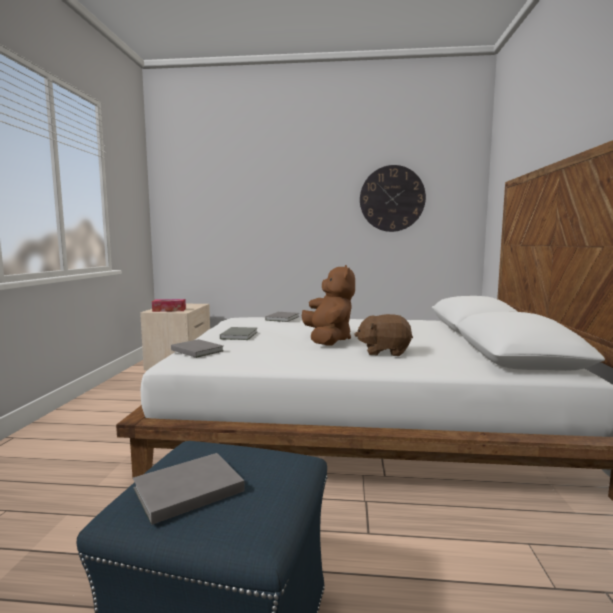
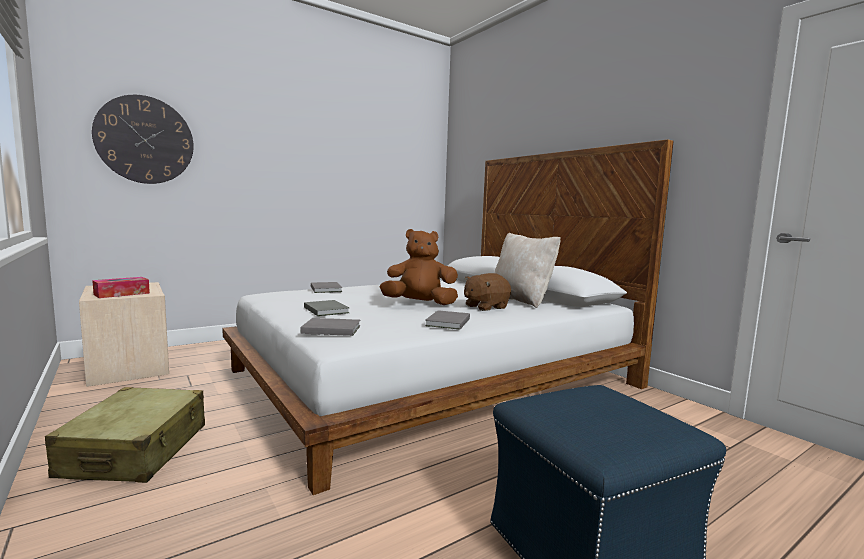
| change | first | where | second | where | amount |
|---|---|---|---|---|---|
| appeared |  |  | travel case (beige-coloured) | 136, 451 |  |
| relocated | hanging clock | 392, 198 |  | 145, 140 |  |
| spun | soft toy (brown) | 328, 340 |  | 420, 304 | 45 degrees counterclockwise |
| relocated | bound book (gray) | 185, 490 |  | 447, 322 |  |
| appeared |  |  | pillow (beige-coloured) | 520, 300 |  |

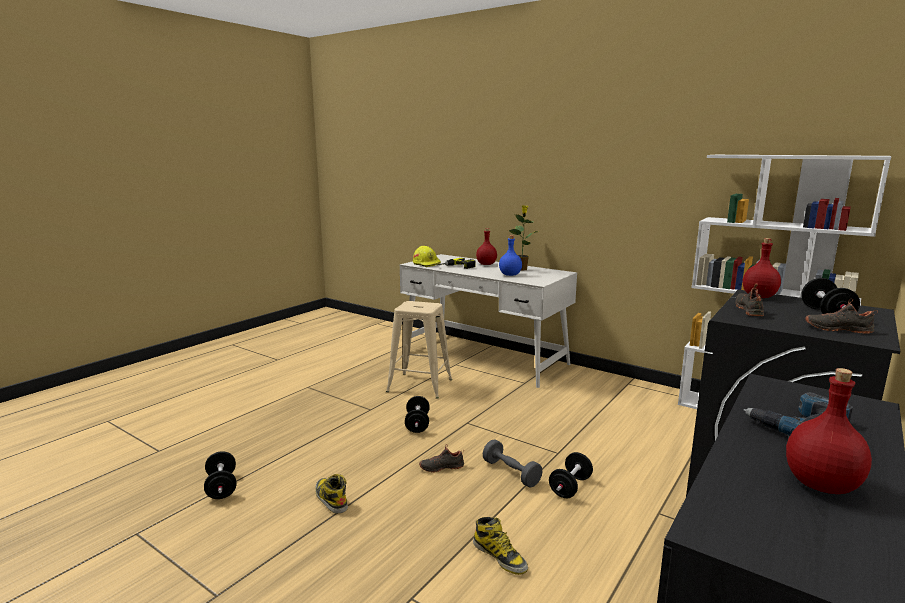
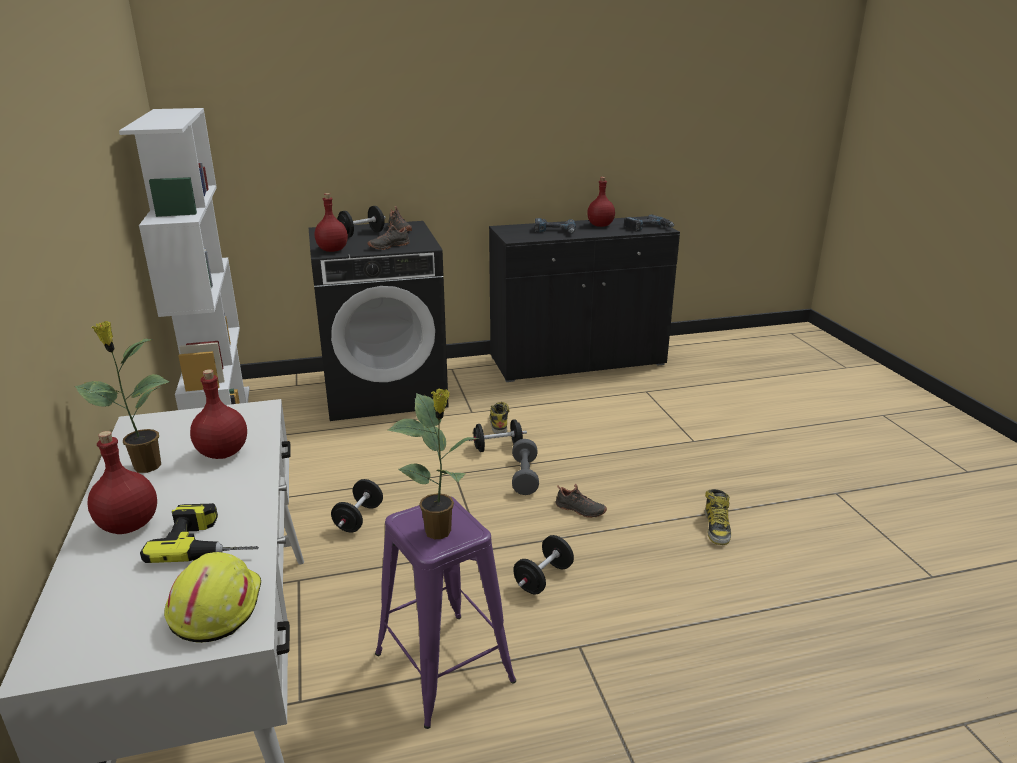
| change | first | where | second | where | amount |
|---|---|---|---|---|---|
| colour | beverage bottle (blue) | 510, 275 | beverage bottle (reddish) | 224, 452 |  |
| relocated | hand weight (blackish) | 222, 487 |  | 358, 518 |  |
| colour | stool seat (beige-coloured) | 420, 385 | stool seat (purple-coloured) | 443, 666 |  |
| appeared |  |  | houseplant | 440, 532 |  |
| relocated | tall boot | 500, 556 |  | 499, 423 |  |
| appeared |  |  | power drill | 648, 228 |  |

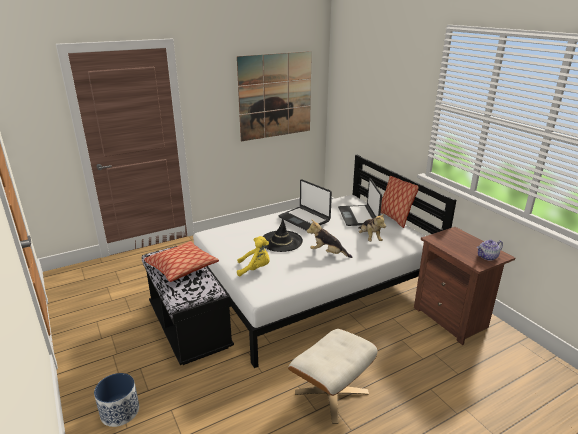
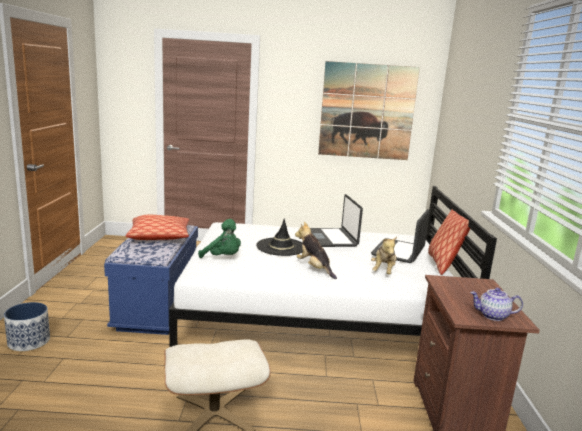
| change | first | where | second | where | amount |
|---|---|---|---|---|---|
| colour | bench (blackish) | 189, 327 | bench (blue) | 158, 307 |  |
| colour | soft toy (yellow) | 255, 269 | soft toy (green) | 223, 257 |  |

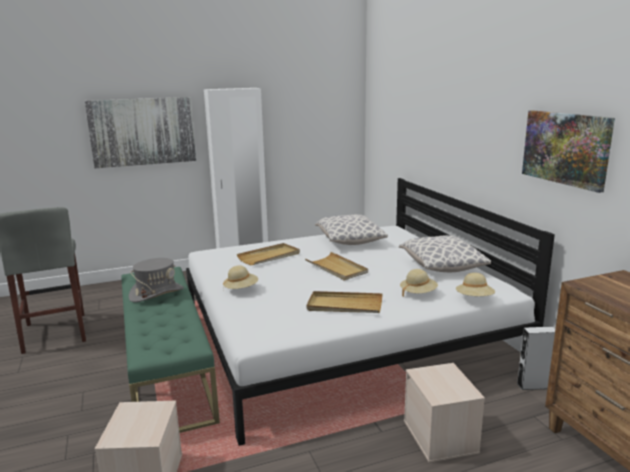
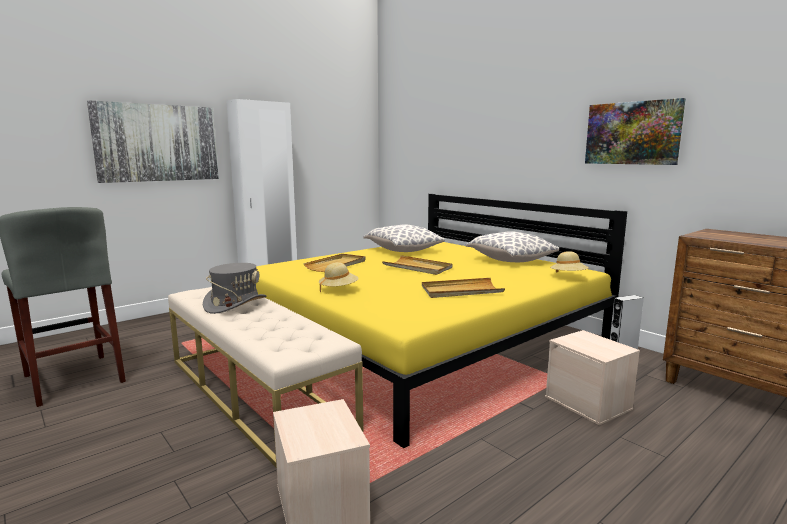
| change | first | where | second | where | amount |
|---|---|---|---|---|---|
| colour | bench (green) | 167, 369 | bench (beige-coloured) | 256, 392 |  |
| colour | bedroom bed (white-coloured) | 342, 334 | bedroom bed (yellow) | 422, 337 |  |
| missing | wearable hat (beige-coloured) | 418, 293 |  |  |  |

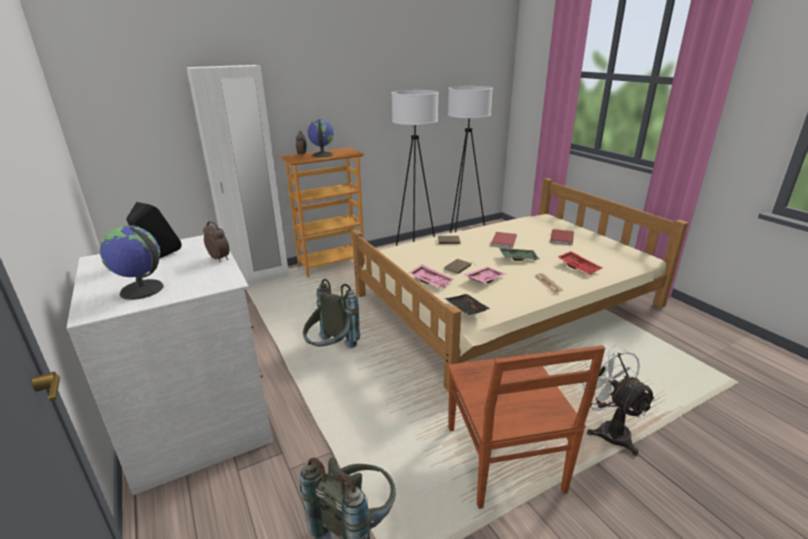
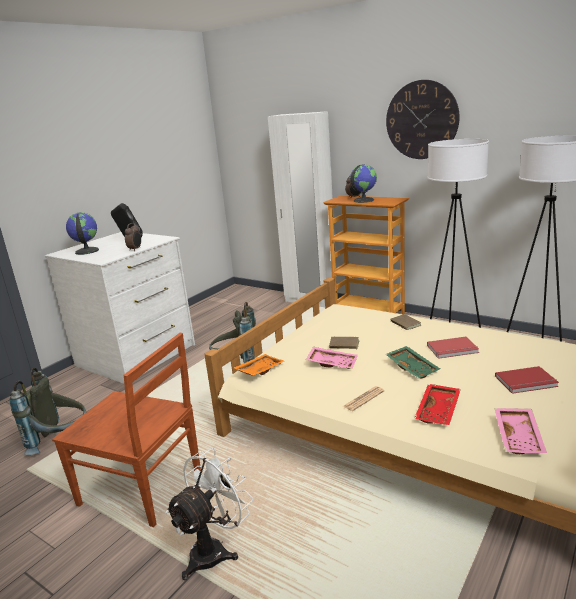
| change | first | where | second | where | amount |
|---|---|---|---|---|---|
| spun | chair (brown) | 504, 461 |  | 143, 488 | 120 degrees counterclockwise |
| colour | serving tray (blackish) | 465, 309 | serving tray (orangey) | 259, 370 |  |
| appeared |  |  | hanging clock | 421, 120 |  |
| relocated | serving tray (pink-coloured) | 431, 281 |  | 519, 437 |  |

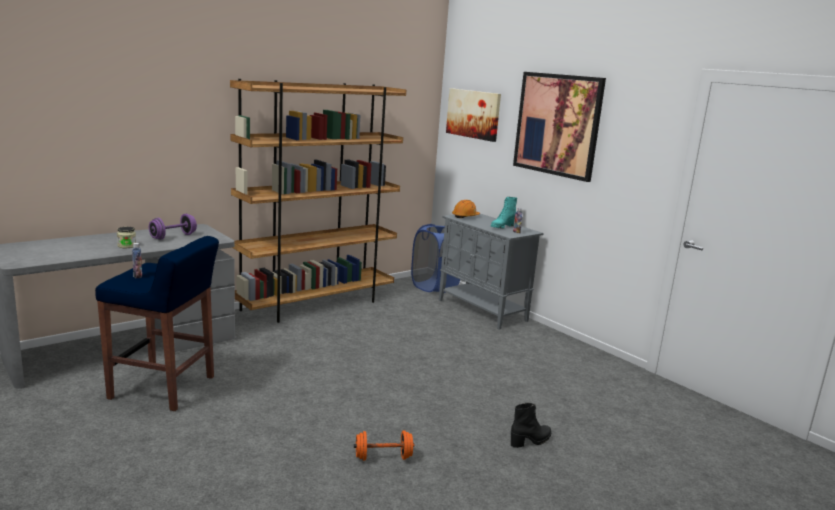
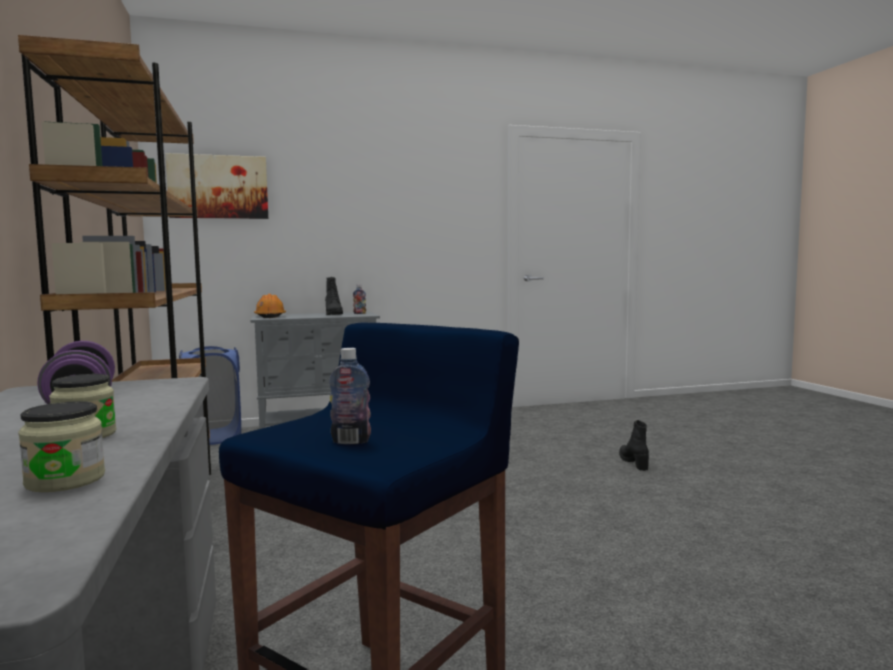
| change | first | where | second | where | amount |
|---|---|---|---|---|---|
| appeared |  |  | preserve jar | 65, 480 |  |
| colour | tall boot (turquoise) | 502, 227 | tall boot (blackish) | 333, 314 |  |
| missing | hand weight (orangey) | 383, 457 |  |  |  |
| missing | wall picture | 557, 125 |  |  |  |

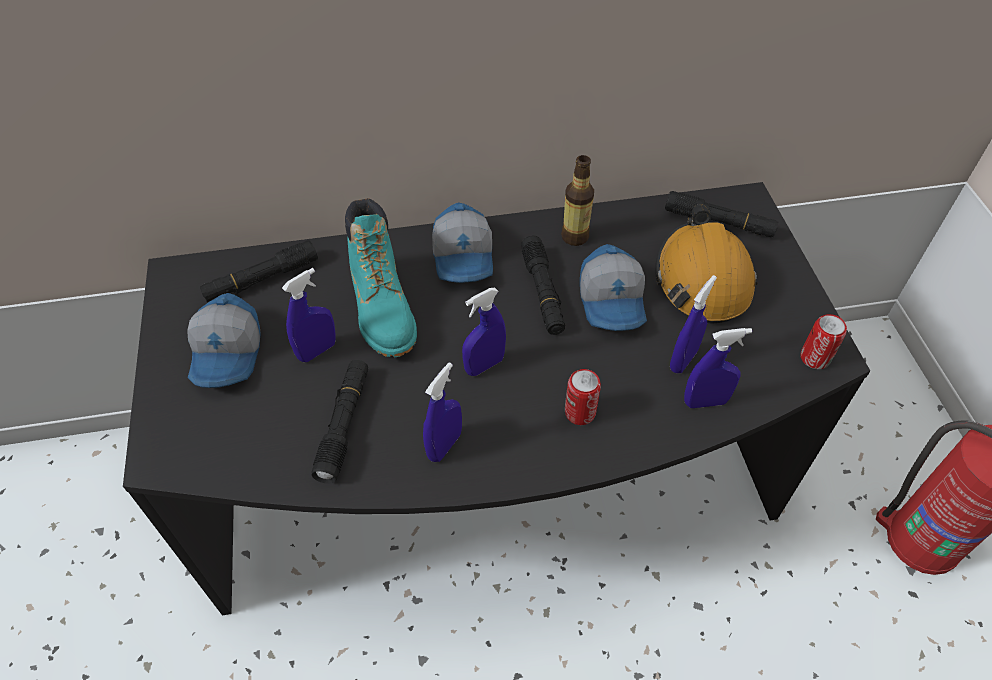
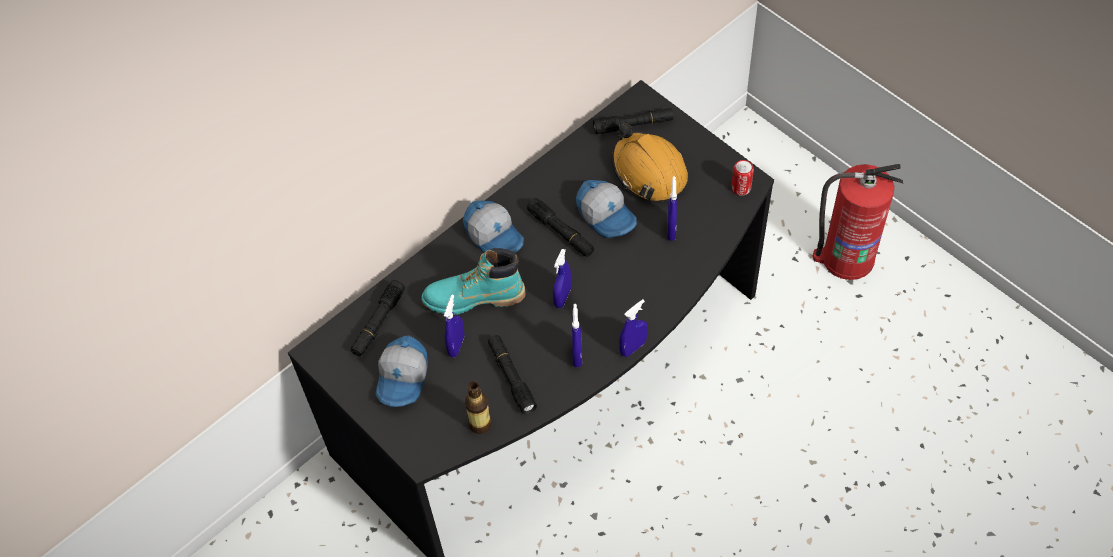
| change | first | where | second | where | amount |
|---|---|---|---|---|---|
| spun | cap | 229, 353 |  | 404, 378 | 45 degrees clockwise |
| spun | tall boot (turquoise) | 383, 310 |  | 474, 298 | 135 degrees clockwise |
| relocated | beverage bottle | 575, 237 |  | 480, 424 |  |
| relocated | hand sprayer (blue) | 705, 402 |  | 633, 347 |  |
| missing | can | 580, 412 |  |  |  |

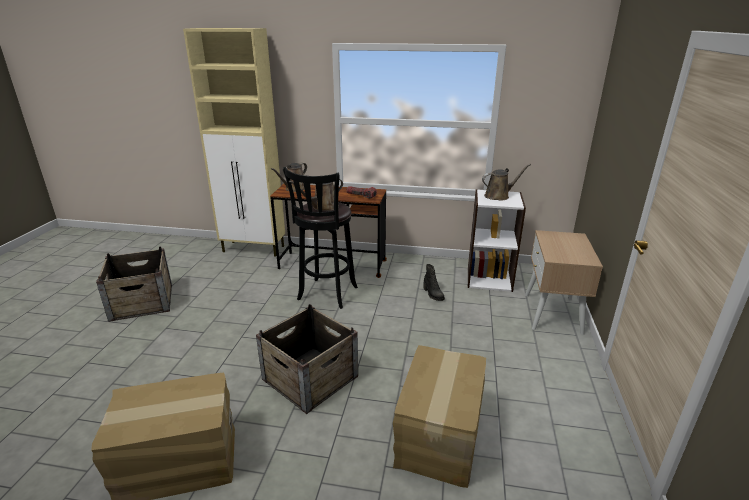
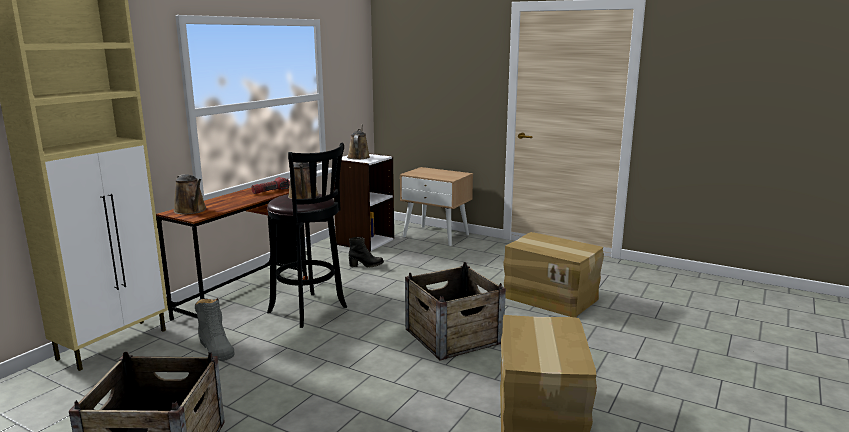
| change | first | where | second | where | amount |
|---|---|---|---|---|---|
| appeared |  |  | tall boot (gray) | 216, 348 |  |

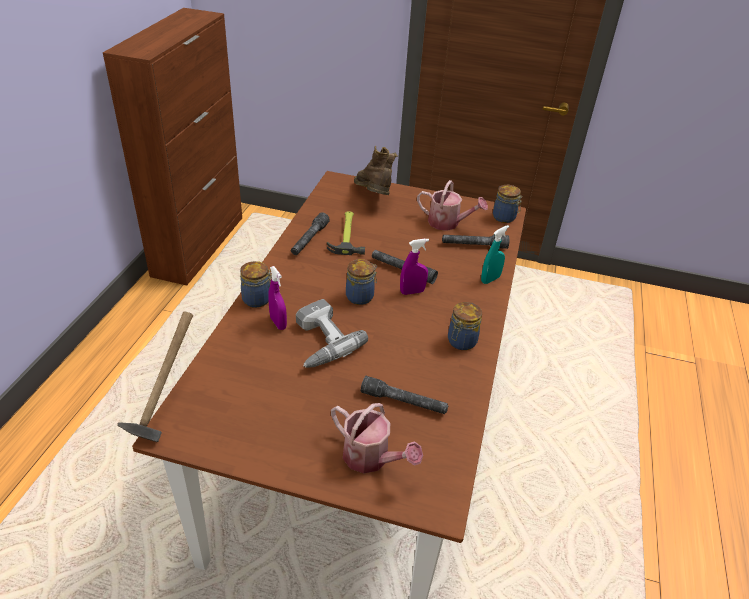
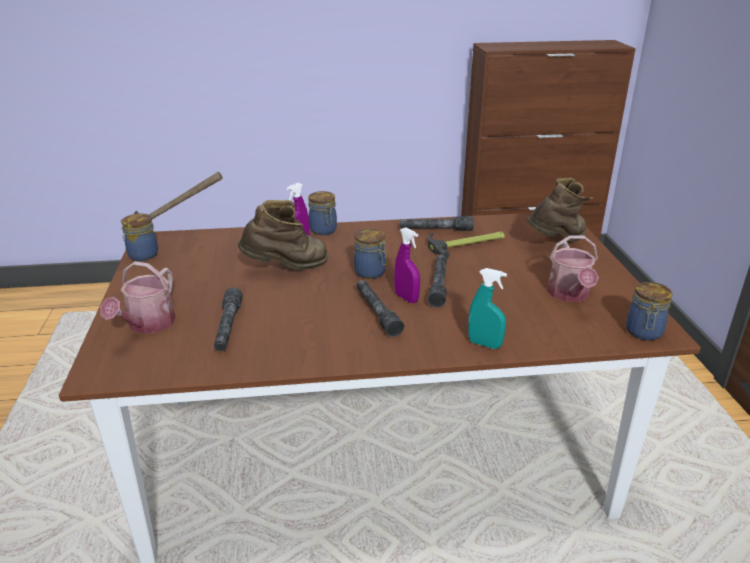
| change | first | where | second | where | amount |
|---|---|---|---|---|---|
| relocated | preserve jar | 461, 342 |  | 142, 255 |  |
| exchanged | power drill | 319, 342 | tall boot (brown) | 287, 268 |  |
| relocated | torch (gray) | 474, 245 |  | 377, 312 |  |

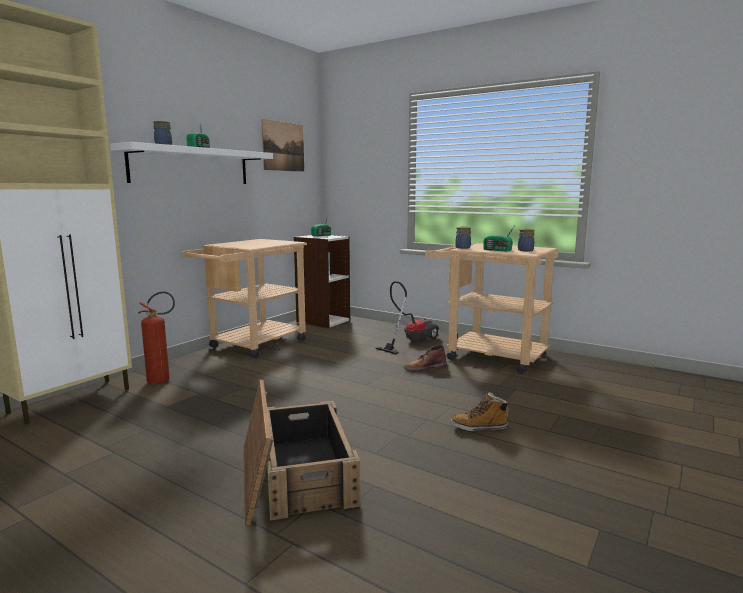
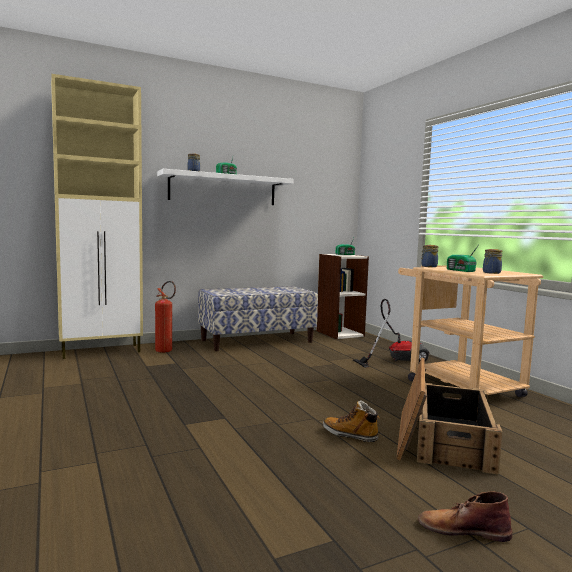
| change | first | where | second | where | amount |
|---|---|---|---|---|---|
| exchanged | cart (beige-coloured) | 252, 346 | bench | 257, 341 |  |
| relocated | shipping crate | 294, 474 |  | 441, 439 |  |
| relocated | tall boot (brown) | 424, 367 |  | 462, 529 |  |
| missing | wall picture | 283, 146 |  |  |  |

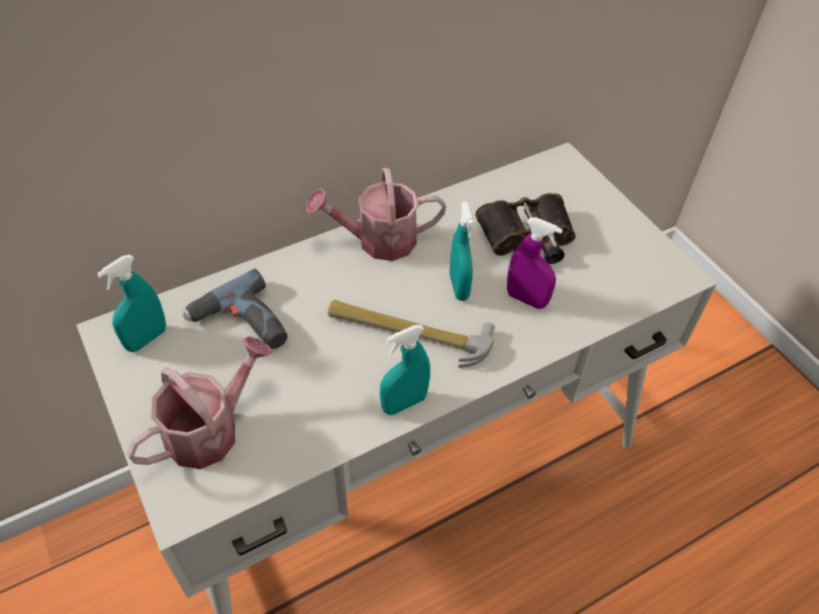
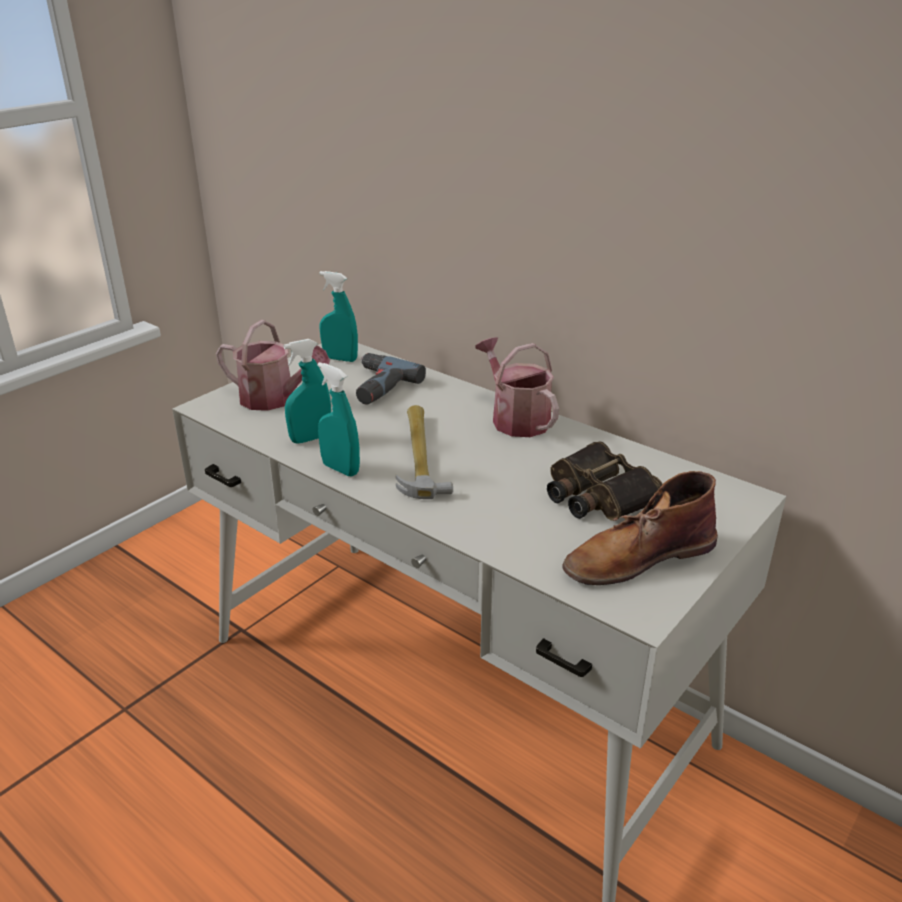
| change | first | where | second | where | amount |
|---|---|---|---|---|---|
| relocated | hand sprayer (turquoise) | 458, 287 |  | 311, 438 |  |
| appeared |  |  | tall boot (brown) | 637, 557 |  |
| missing | hand sprayer (purple-coloured) | 526, 299 |  |  |  |

